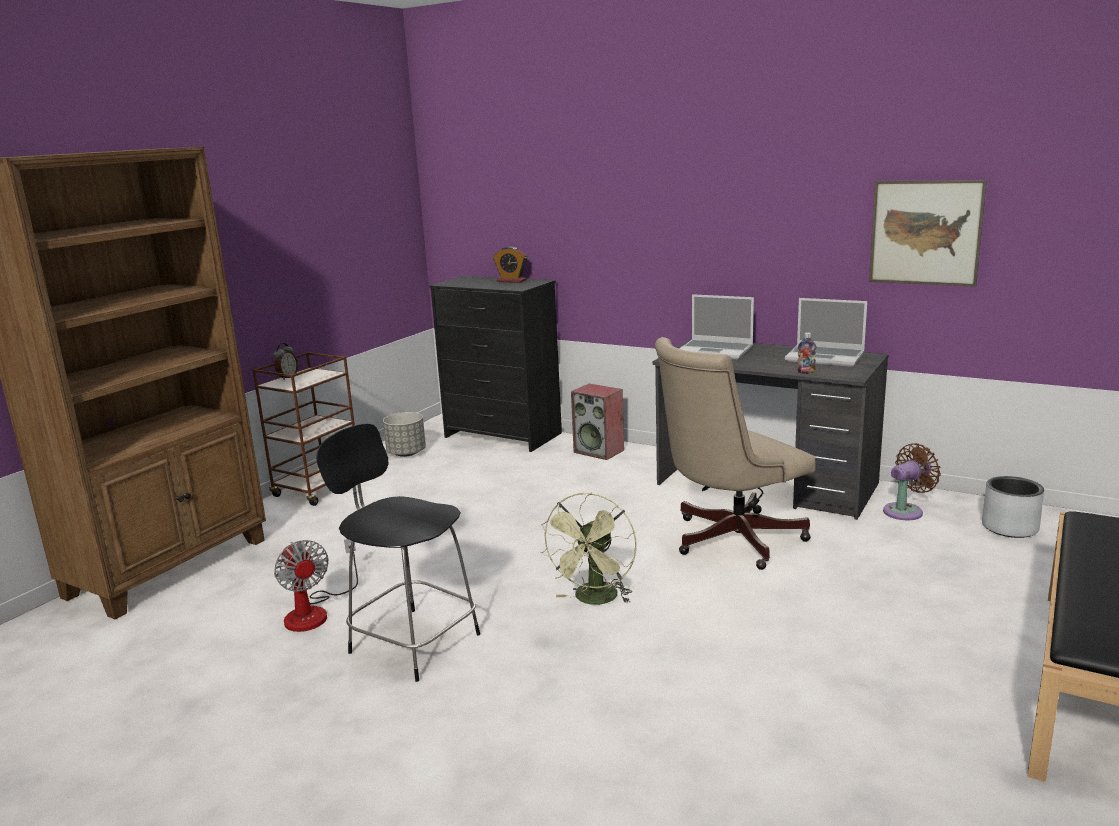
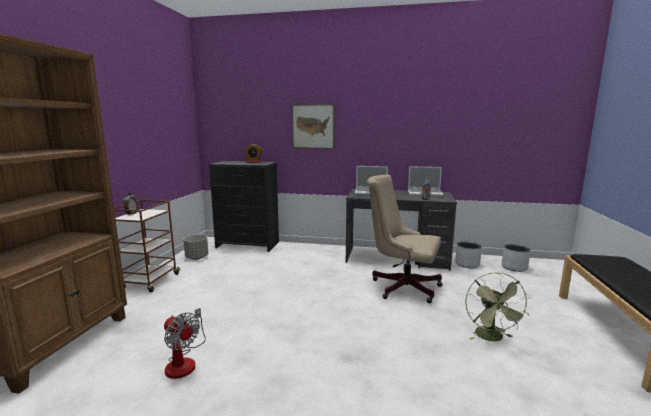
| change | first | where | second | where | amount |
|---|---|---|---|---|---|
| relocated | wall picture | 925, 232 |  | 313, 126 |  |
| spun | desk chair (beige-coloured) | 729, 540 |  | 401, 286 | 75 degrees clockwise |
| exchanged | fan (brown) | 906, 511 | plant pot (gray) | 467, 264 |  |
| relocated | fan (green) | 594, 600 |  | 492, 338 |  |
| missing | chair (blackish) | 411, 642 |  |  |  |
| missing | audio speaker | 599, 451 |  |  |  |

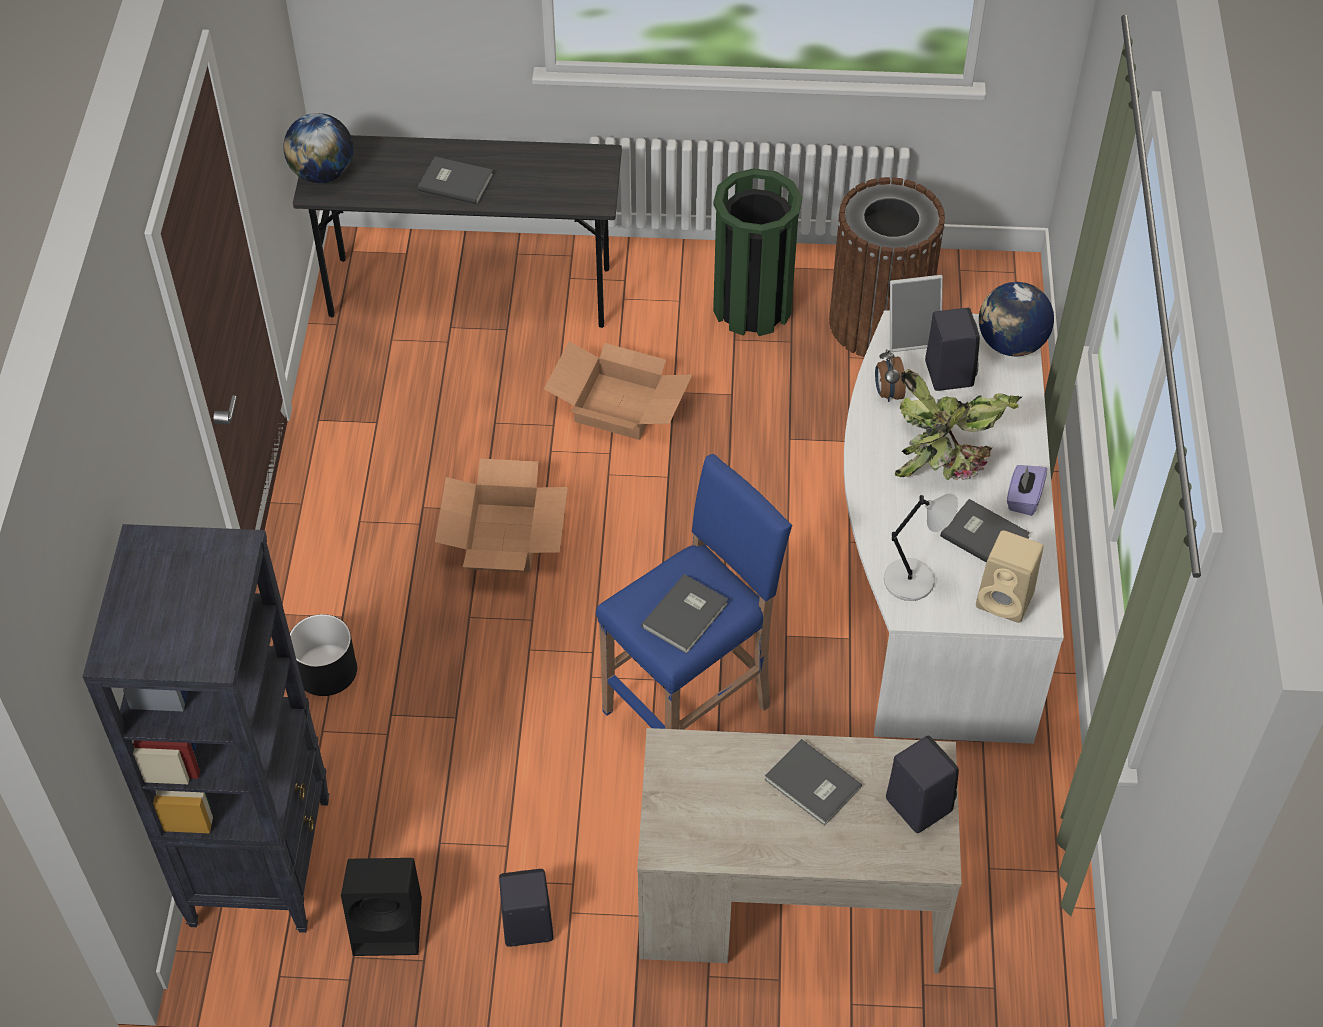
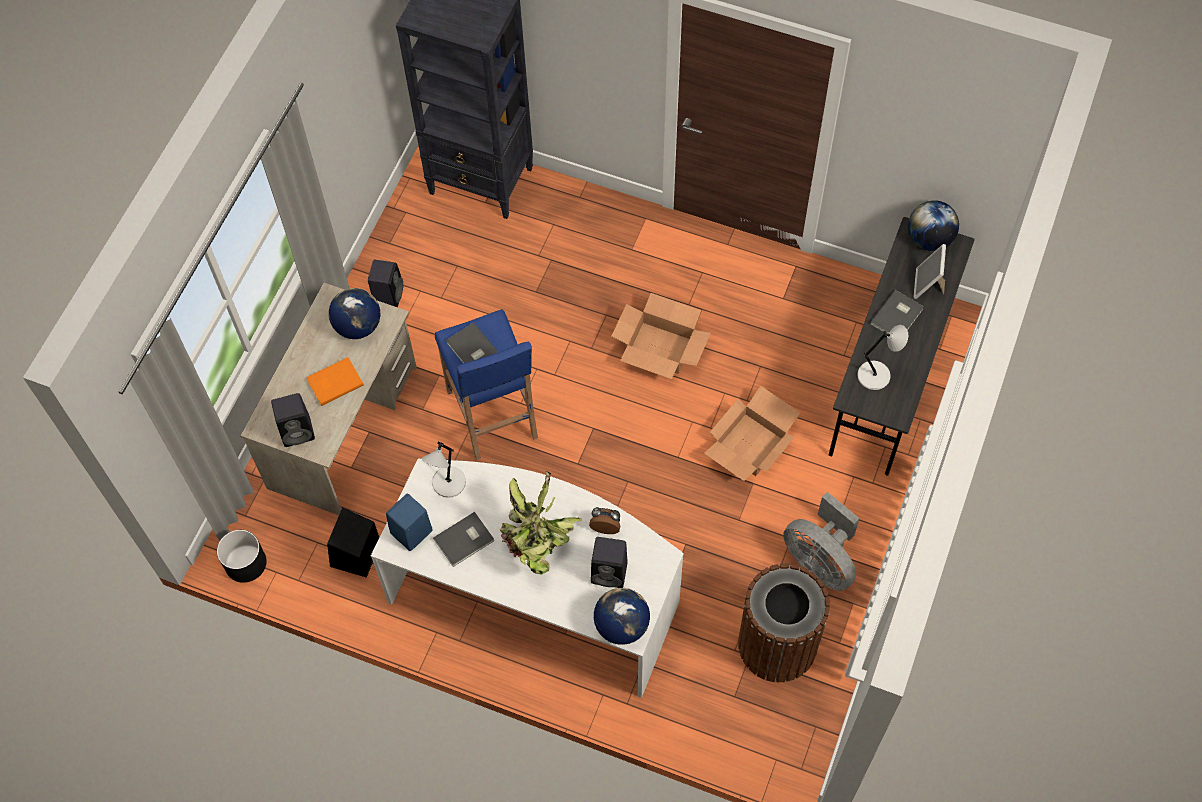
| change | first | where | second | where | amount |
|---|---|---|---|---|---|
| relocated | plant pot (blackish) | 326, 670 |  | 245, 563 |  |
| colour | bound book (gray) | 812, 786 | bound book (orangey) | 334, 382 |  |
| relocated | audio speaker (blackish) | 390, 925 |  | 355, 555 |  |
| appeared |  |  | world globe | 358, 326 |  |
| colour | audio speaker (beige-coloured) | 1006, 600 | audio speaker (blue) | 411, 533 |  |
| exchanged | trash can (green) | 752, 307 | fan (gray) | 820, 561 |  |
| appeared |  |  | tabletop lamp (gray) | 876, 375 |  |
| relocated | standing frame | 912, 335 |  | 928, 285 |  |
| missing | box of tissues (purple-coloured) | 1023, 498 |  |  |  |

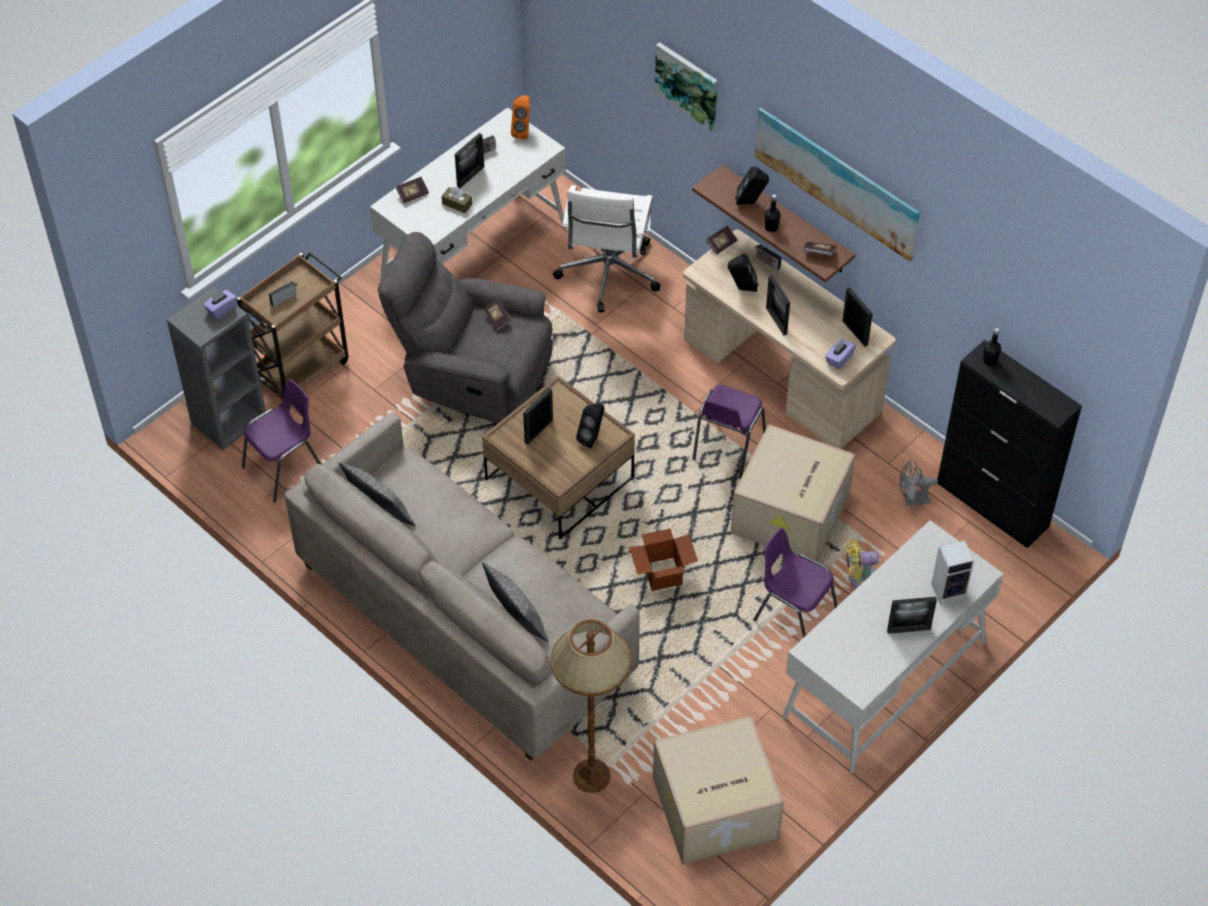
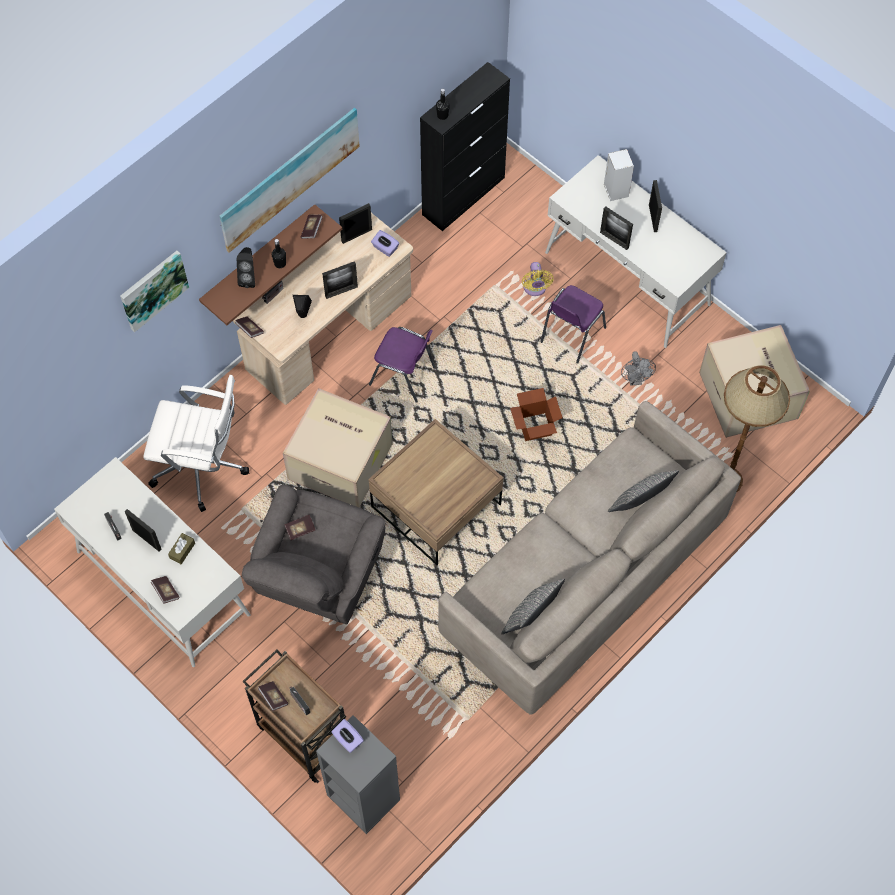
| change | first | where | second | where | amount |
|---|---|---|---|---|---|
| appeared |  |  | bound book | 273, 698 |  |
| relocated | carton | 791, 516 |  | 342, 461 |  |
| relocated | standing frame | 538, 431 |  | 614, 240 |  |
| relocated | fan (gray) | 912, 500 |  | 635, 379 |  |
| missing | chair (purple-coloured) | 285, 468 |  |  |  |
| missing | audio speaker (orangey) | 523, 131 |  |  |  |
| missing | audio speaker (blackish) | 592, 437 |  |  |  |

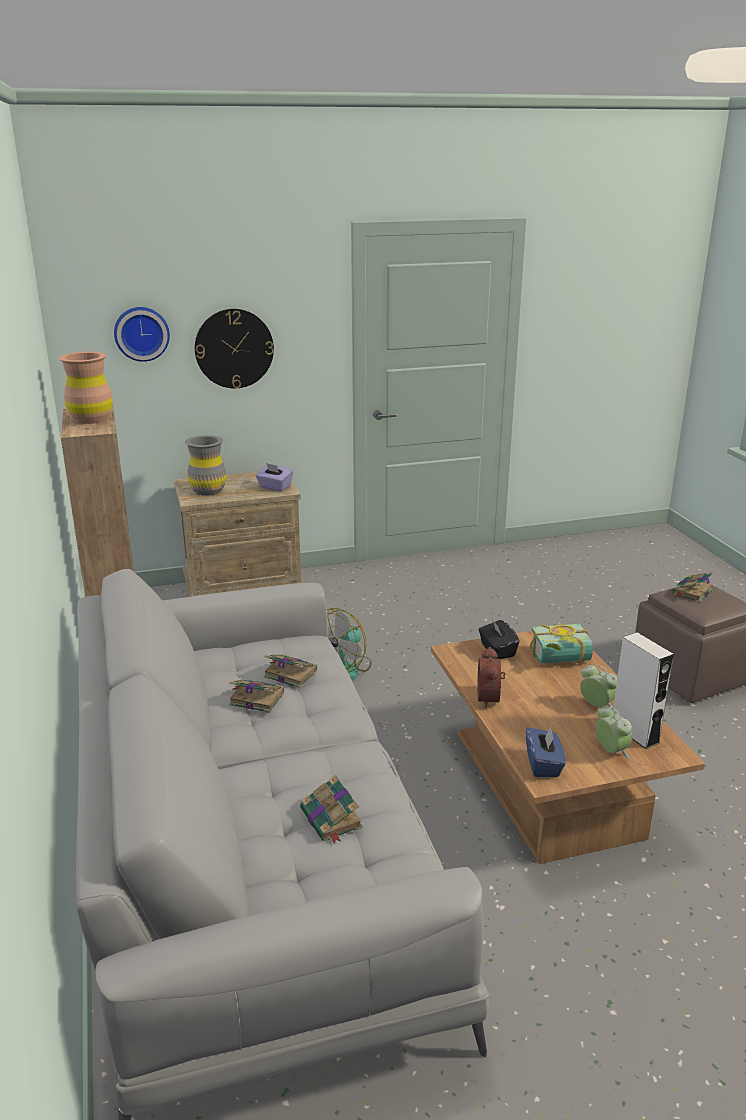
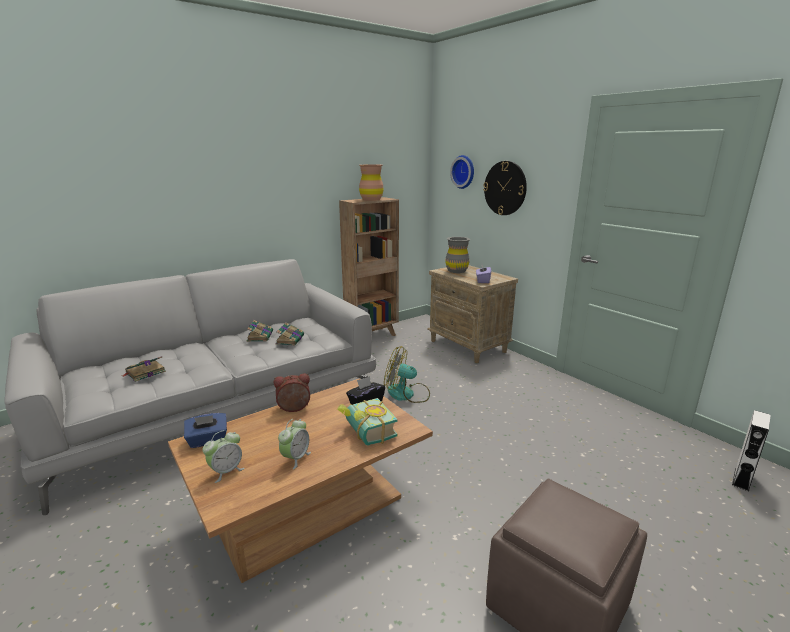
| change | first | where | second | where | amount |
|---|---|---|---|---|---|
| relocated | audio speaker (white-coloured) | 634, 733 |  | 741, 479 |  |
| missing | bound book | 692, 592 |  |  |  |

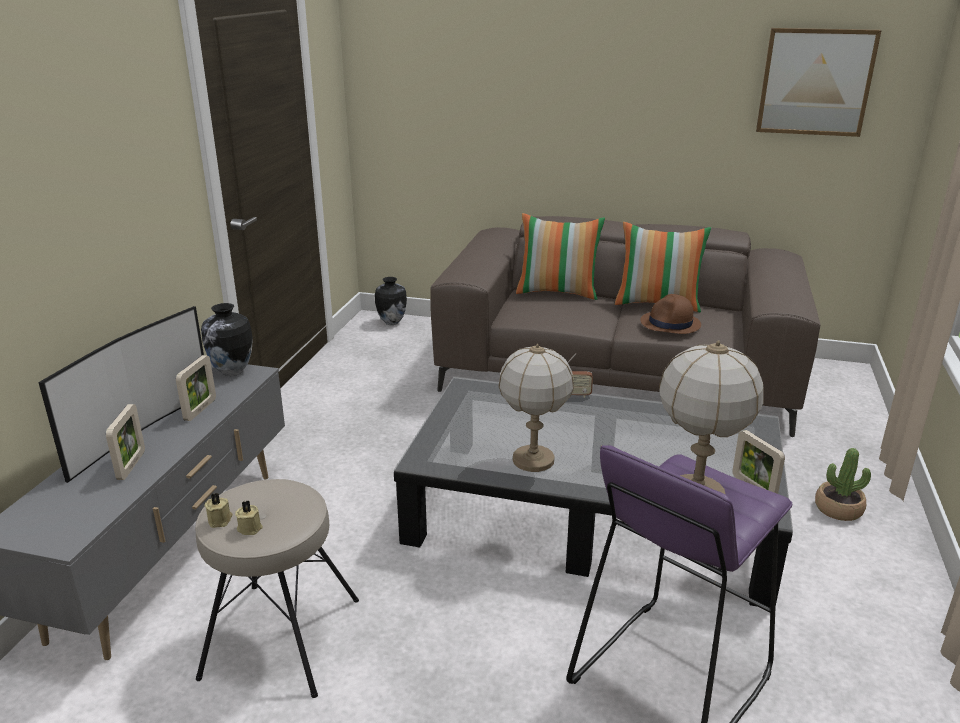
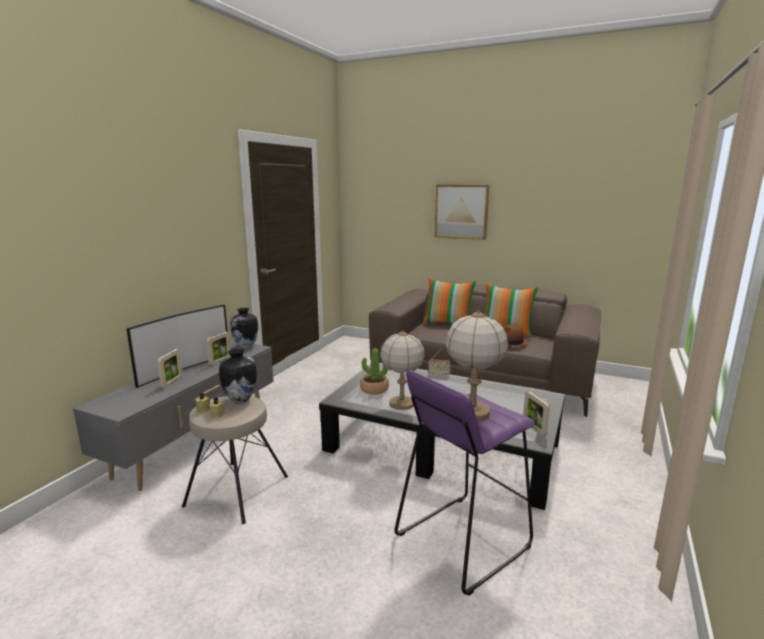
| change | first | where | second | where | amount |
|---|---|---|---|---|---|
| relocated | flower vase | 391, 322 |  | 240, 400 |  |
| relocated | houseplant | 838, 509 |  | 374, 389 |  |
| relocated | wall picture | 815, 82 |  | 461, 211 |  |

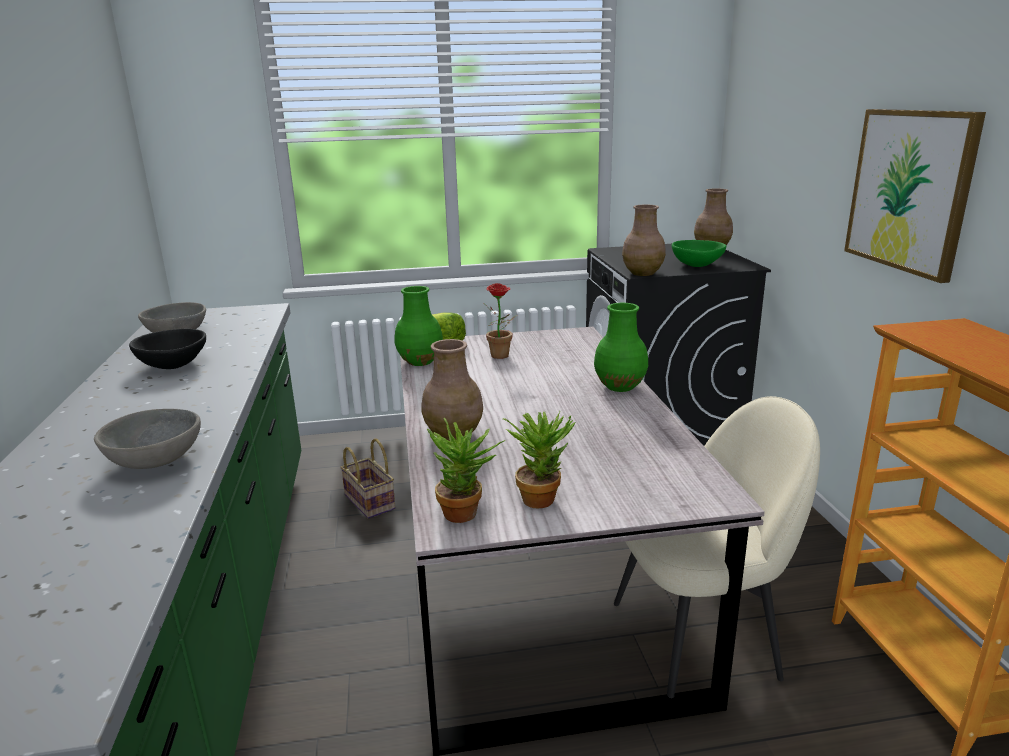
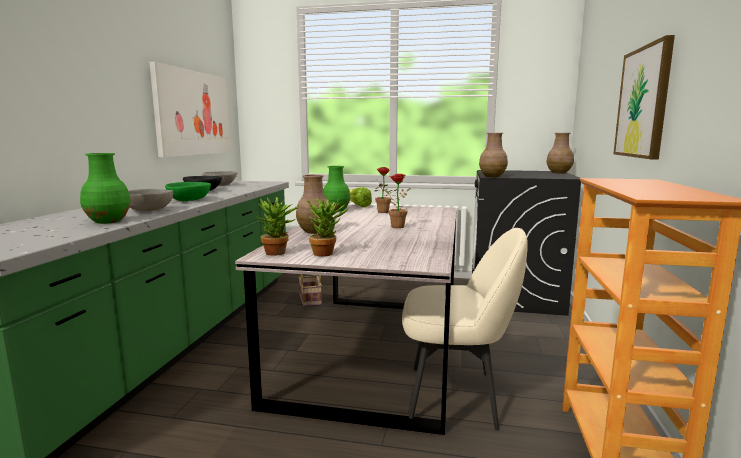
| change | first | where | second | where | amount |
|---|---|---|---|---|---|
| relocated | flower vase (green) | 620, 386 |  | 108, 221 |  |
| appeared |  |  | wall picture | 193, 113 |  |
| relocated | serving bowl (green) | 697, 265 |  | 188, 200 |  |
| appeared |  |  | houseplant | 395, 226 |  |

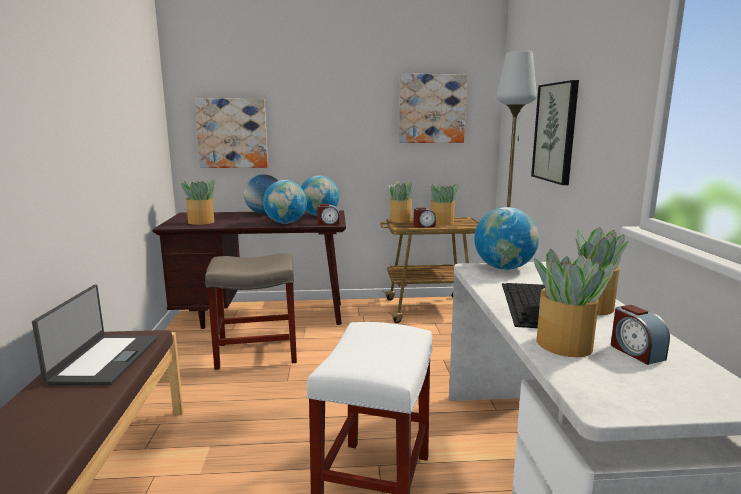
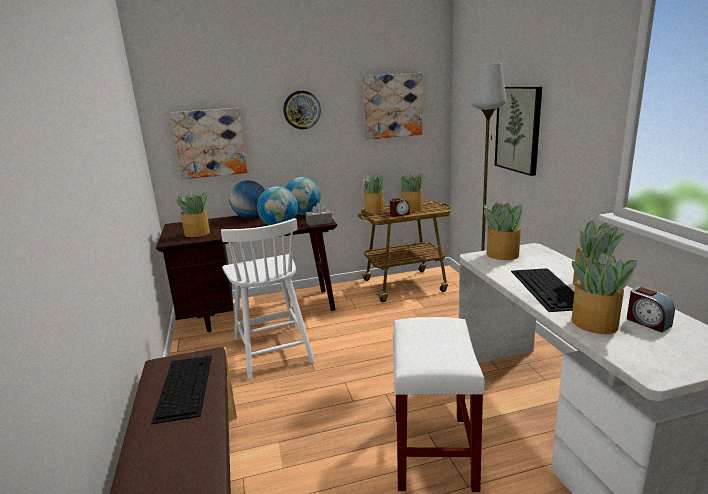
| change | first | where | second | where | amount |
|---|---|---|---|---|---|
| exchanged | laptop | 104, 360 | computer keyboard | 184, 386 |  |
| exchanged | stool seat (beige-coloured) | 255, 353 | chair (white-coloured) | 272, 349 |  |
| appeared |  |  | hanging clock | 301, 110 |  |
| exchanged | bedside clock | 328, 223 | box of tissues (gray) | 319, 222 |  |
| exchanged | world globe | 504, 268 | houseplant | 502, 254 |  |

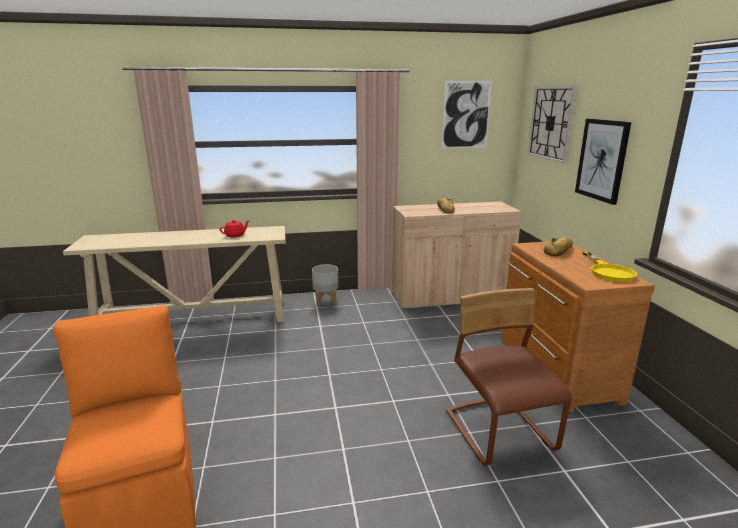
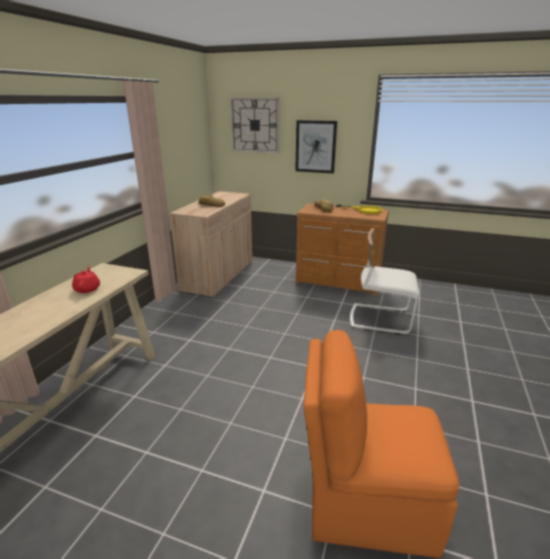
| change | first | where | second | where | amount |
|---|---|---|---|---|---|
| colour | chair (brown) | 500, 432 | chair (white-coloured) | 380, 319 |  |
| missing | plant pot (gray) | 326, 301 |  |  |  |
| missing | wall picture | 466, 115 |  |  |  |

